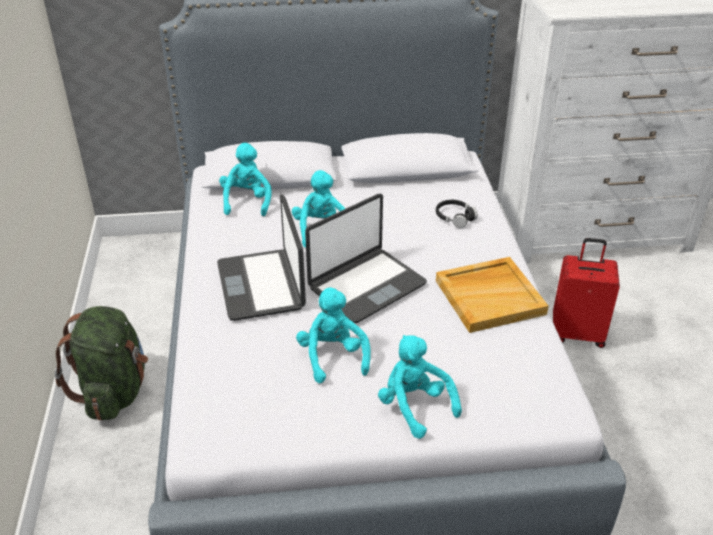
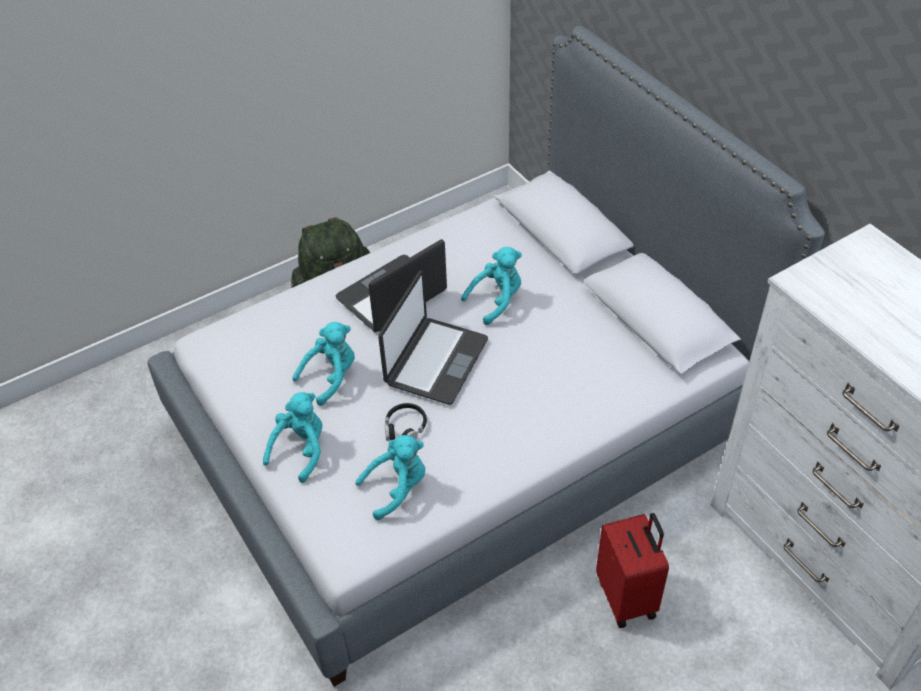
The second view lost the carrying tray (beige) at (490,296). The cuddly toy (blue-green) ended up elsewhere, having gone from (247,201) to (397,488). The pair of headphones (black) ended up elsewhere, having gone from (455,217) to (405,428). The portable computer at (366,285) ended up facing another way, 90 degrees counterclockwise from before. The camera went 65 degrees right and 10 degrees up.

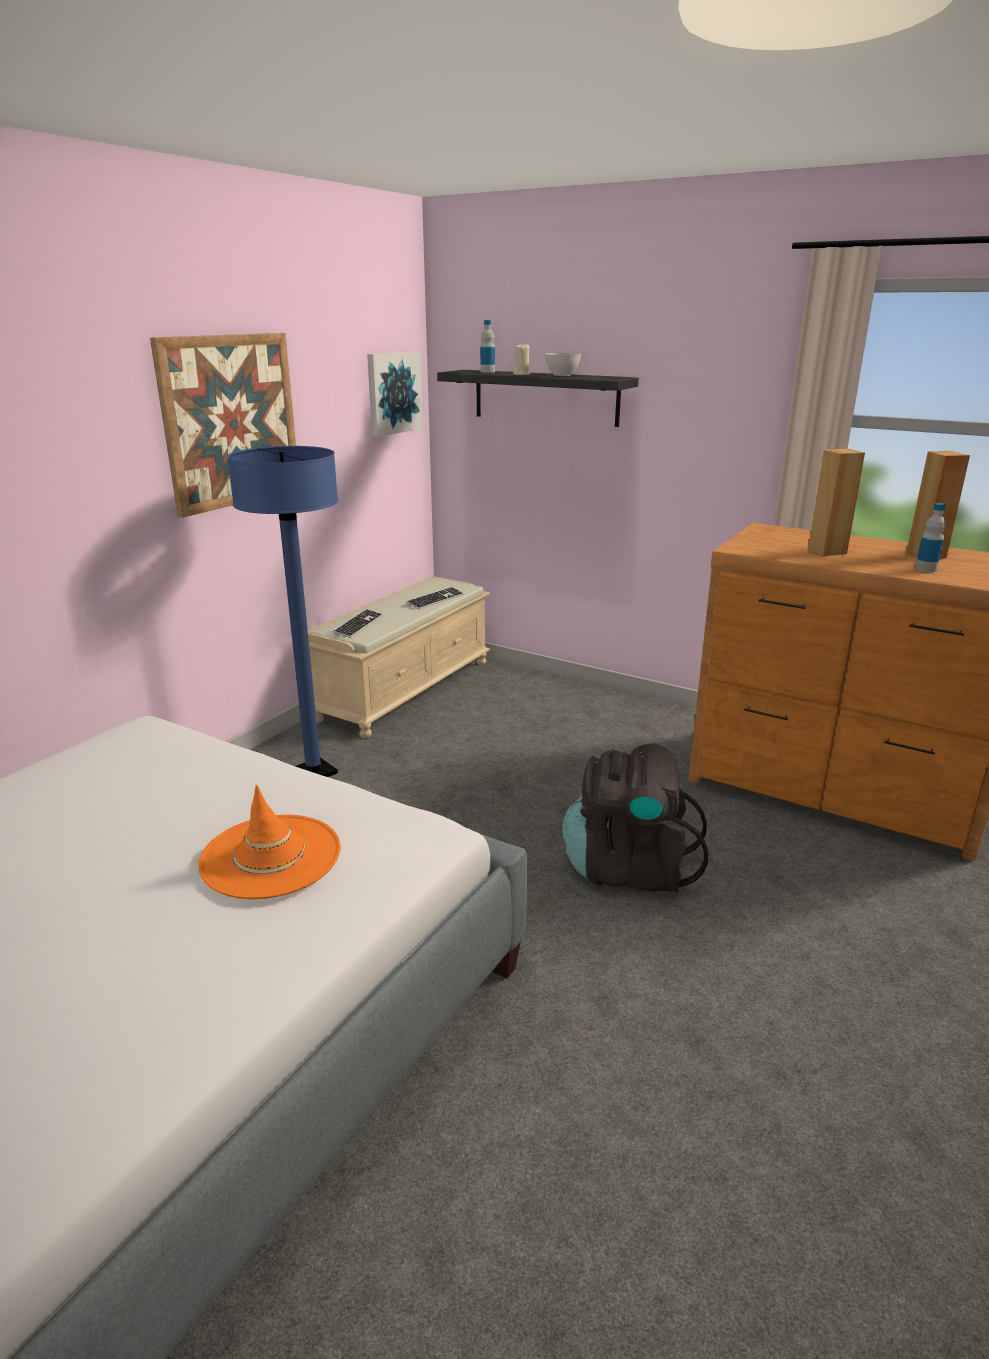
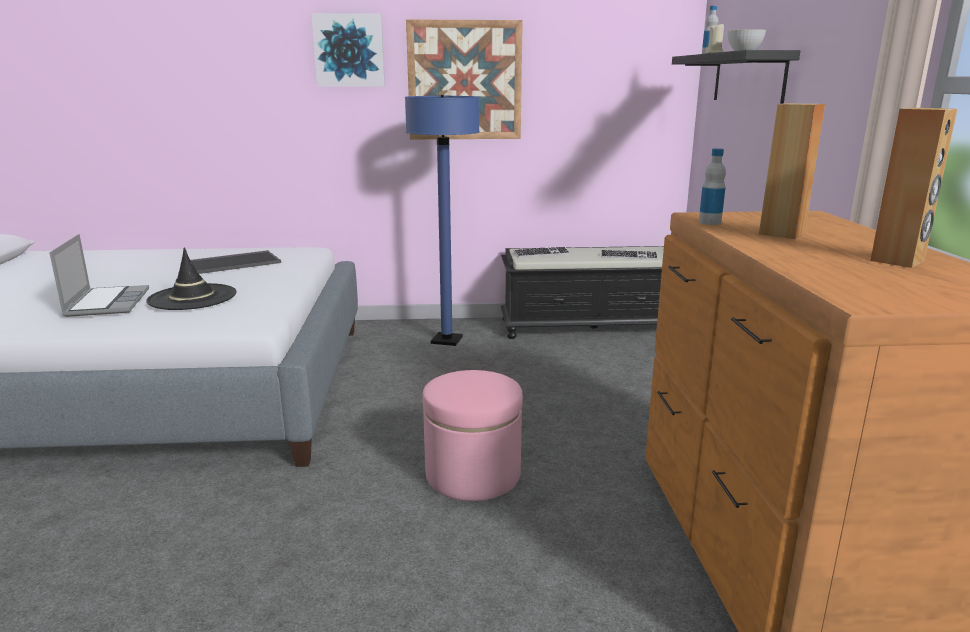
The second view gained the portable computer at (107,302). The second view gained the carrying tray at (234,262). The picture ended up elsewhere, having gone from (393,393) to (349,50). The bottle ended up elsewhere, having gone from (925,569) to (709,222). Where the rucksack (black) stood at (628,868), the pouffe (pinkish) came to stand at (473,474). What was the hat (orange-coloured) at (271,856) turned into the hat (black) at (192,297). What was the bench (beige) at (405,689) turned into the bench (black) at (592,326). The camera went 55 degrees right and 5 degrees down.

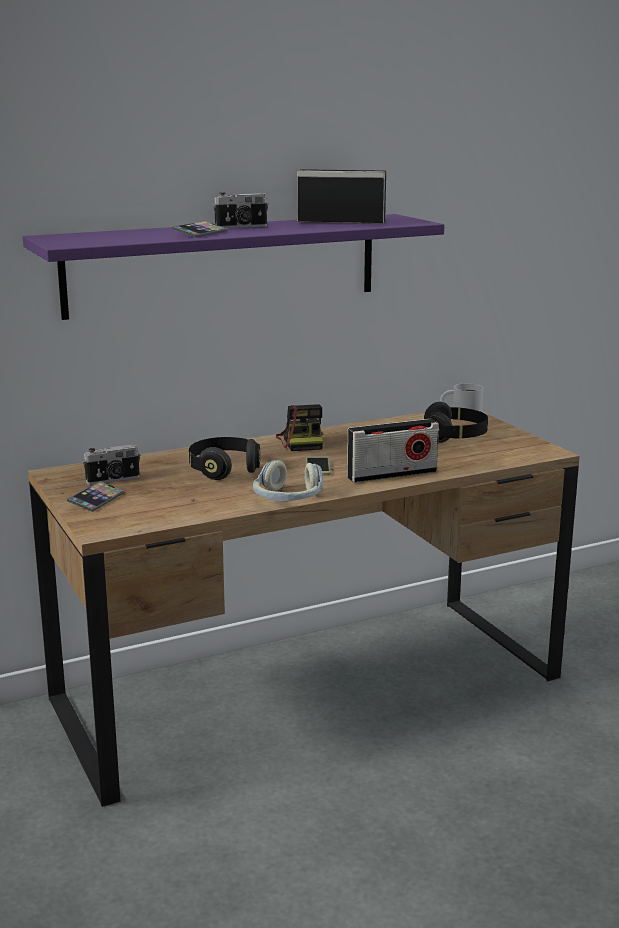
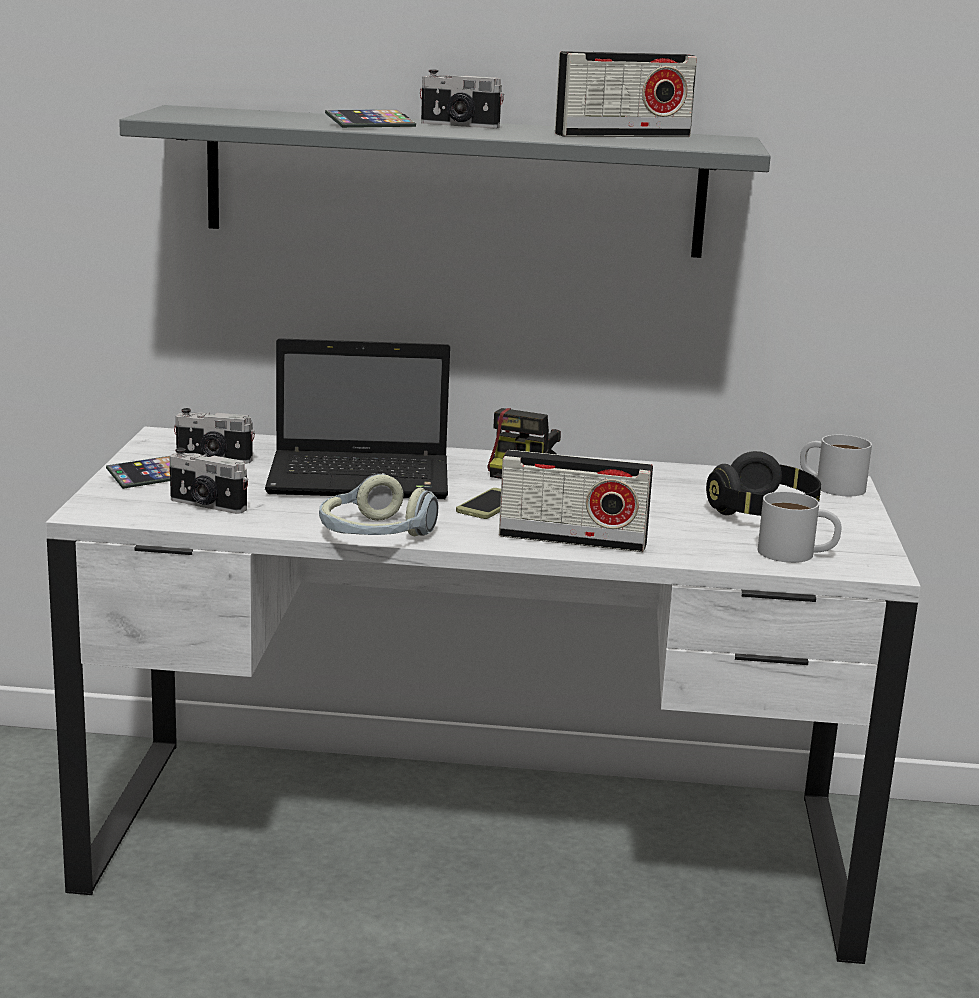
The second view gained the photo camera at (207,505). The second view gained the tea mug (white-coloured) at (797,553). Where the pair of headphones (black) stood at (224,470), the portable computer came to stand at (363,479). What was the bracket shelf (purplish) at (224,264) turned into the bracket shelf (gray) at (454,182). What was the desk (brownish) at (309,689) turned into the desk (white-coloured) at (473,844). The radio set at (341,222) ended up facing another way, 120 degrees clockwise from before. The camera went 30 degrees right and 0 degrees up.

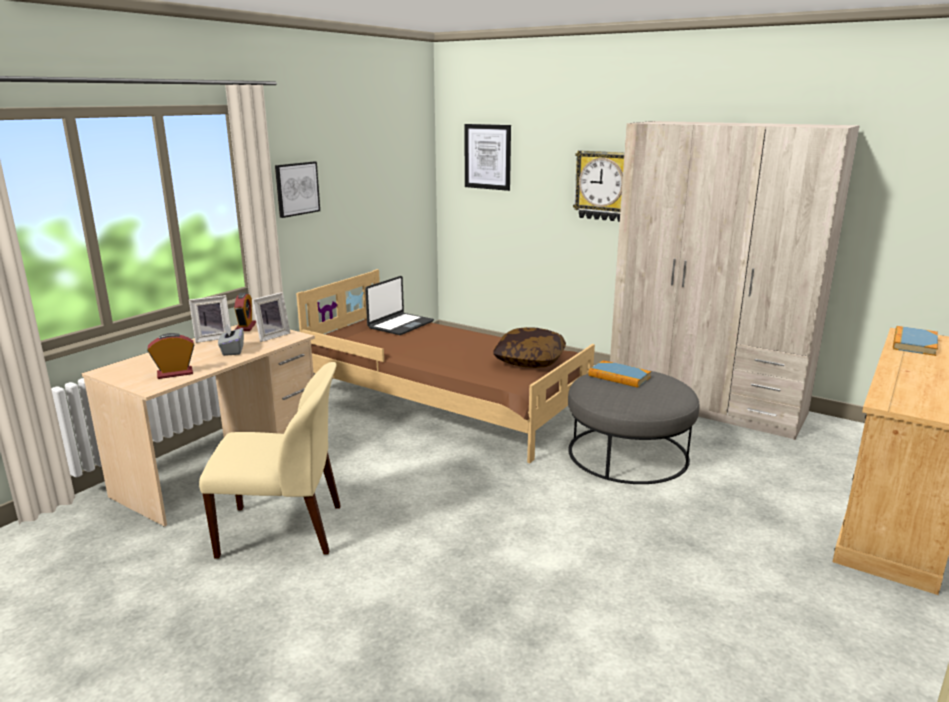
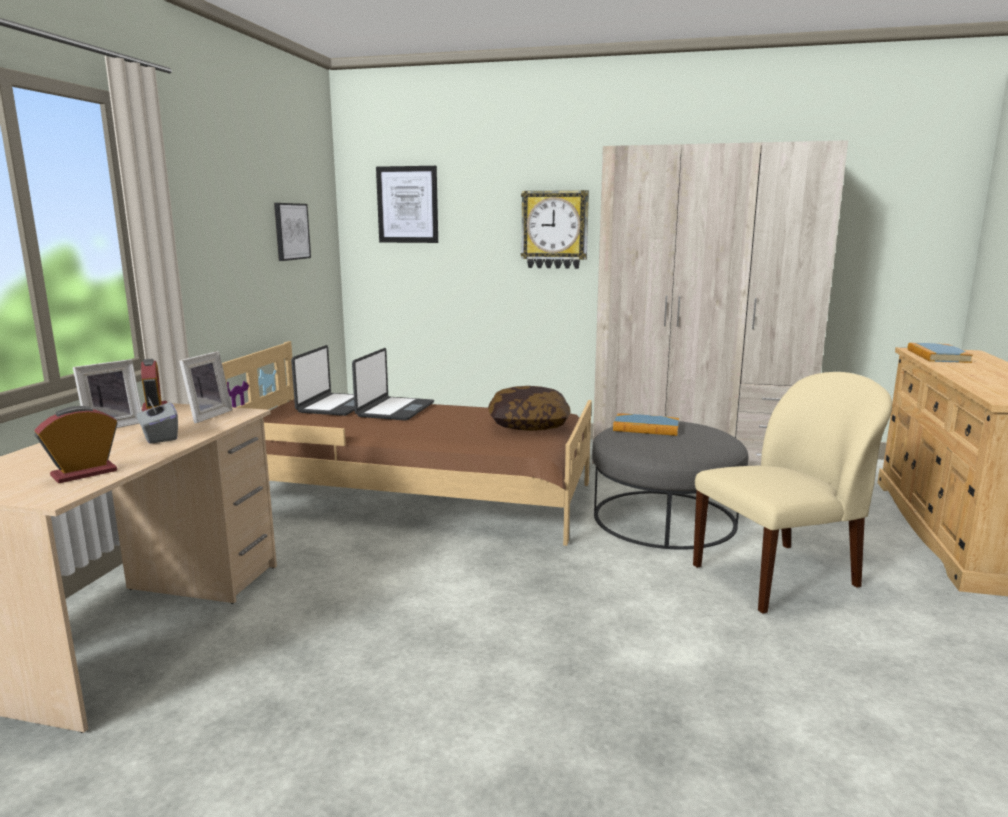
The second view gained the portable computer at (394,410). The upright chair (beige) ended up elsewhere, having gone from (284,530) to (778,576). The picture ended up elsewhere, having gone from (296,189) to (291,231). The camera went 20 degrees left and 5 degrees down.

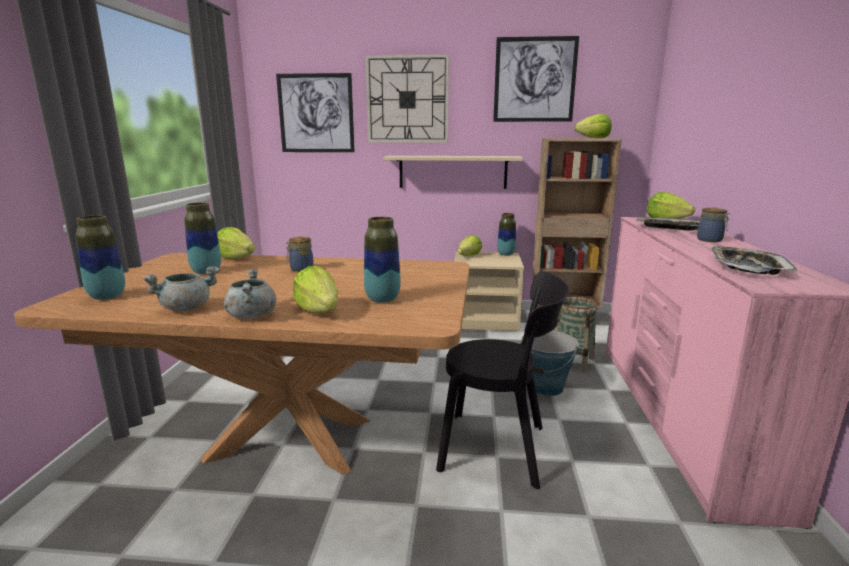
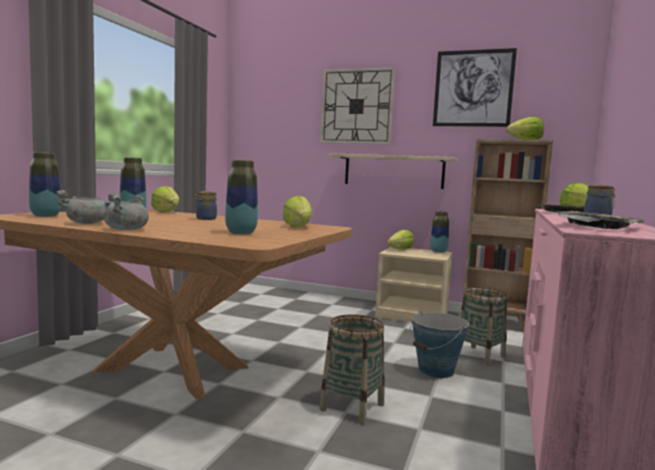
The second view lost the picture at (316,113). The head of lettuce ended up elsewhere, having gone from (319,311) to (298,227). Where the upright chair (black) stood at (499,449), the basket came to stand at (352,407). The camera went 15 degrees right and 10 degrees down.

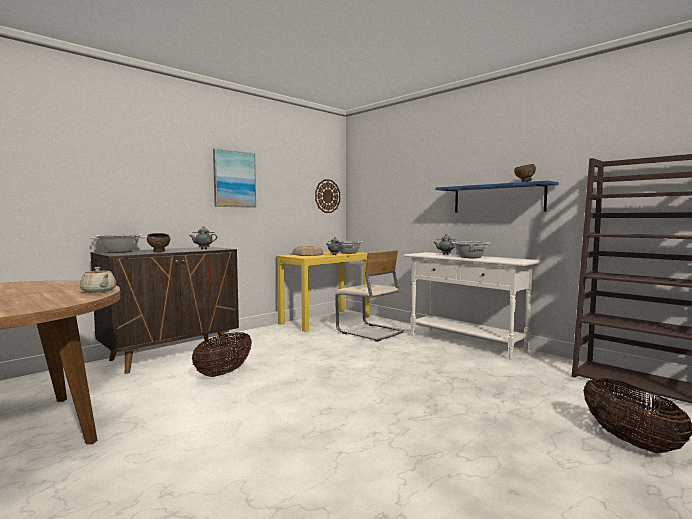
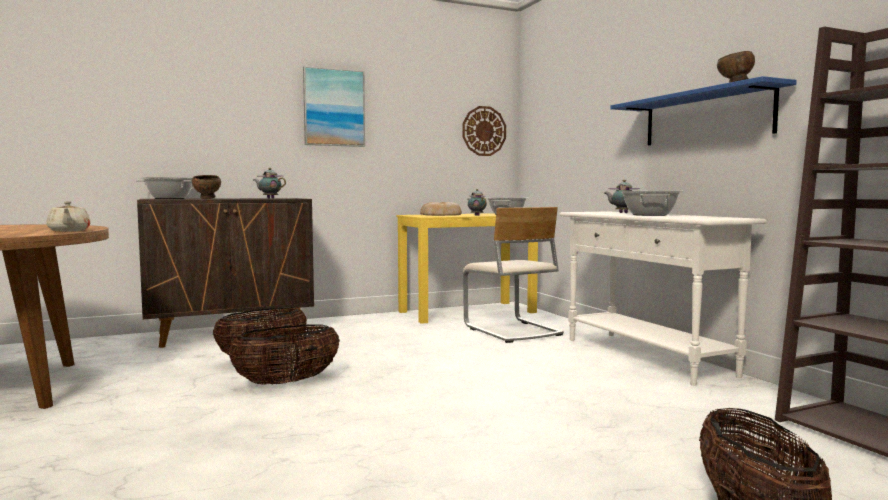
The second view gained the basket at (287,382). The camera went 20 degrees right and 0 degrees up.

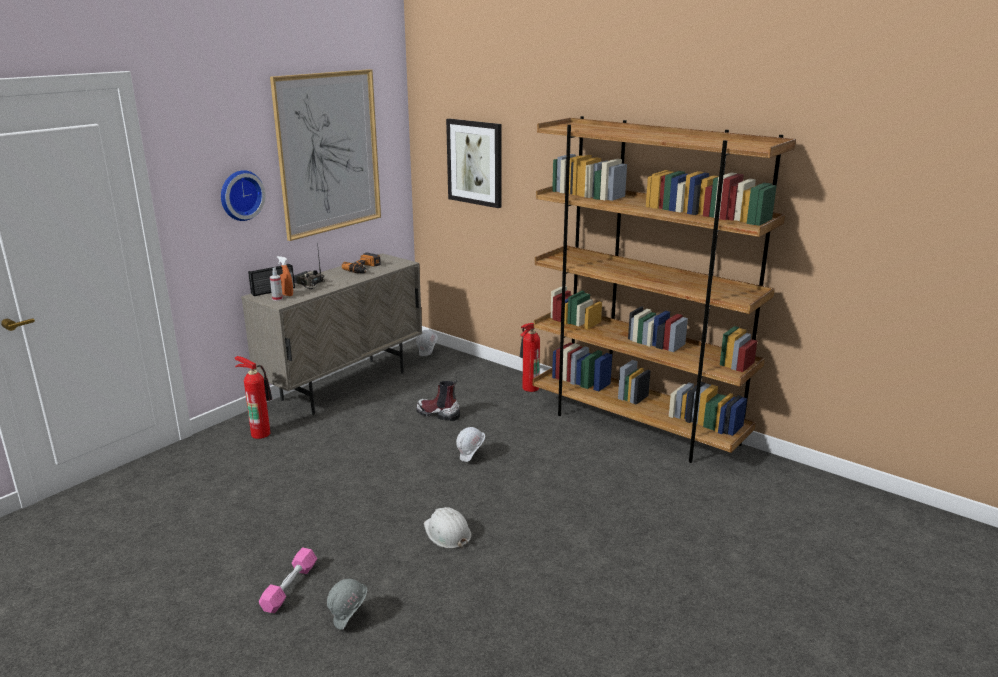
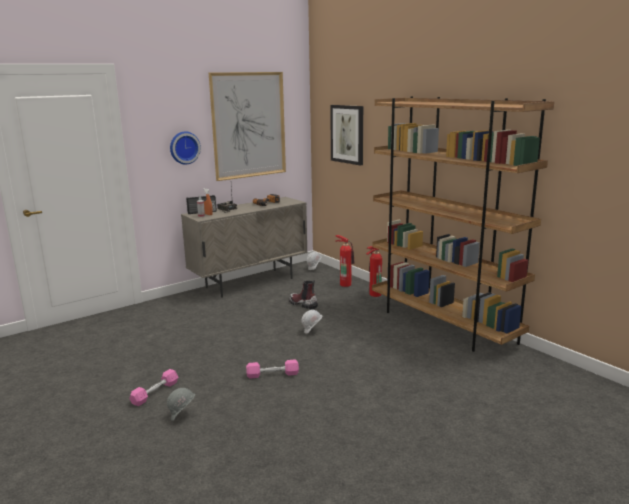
The fire-fighting cylinder ended up elsewhere, having gone from (261,433) to (345,284). Where the safety helmet (white-coloured) stood at (447,533), the dumbbell (pinkish) came to stand at (272,374). The camera went 15 degrees right and 5 degrees down.

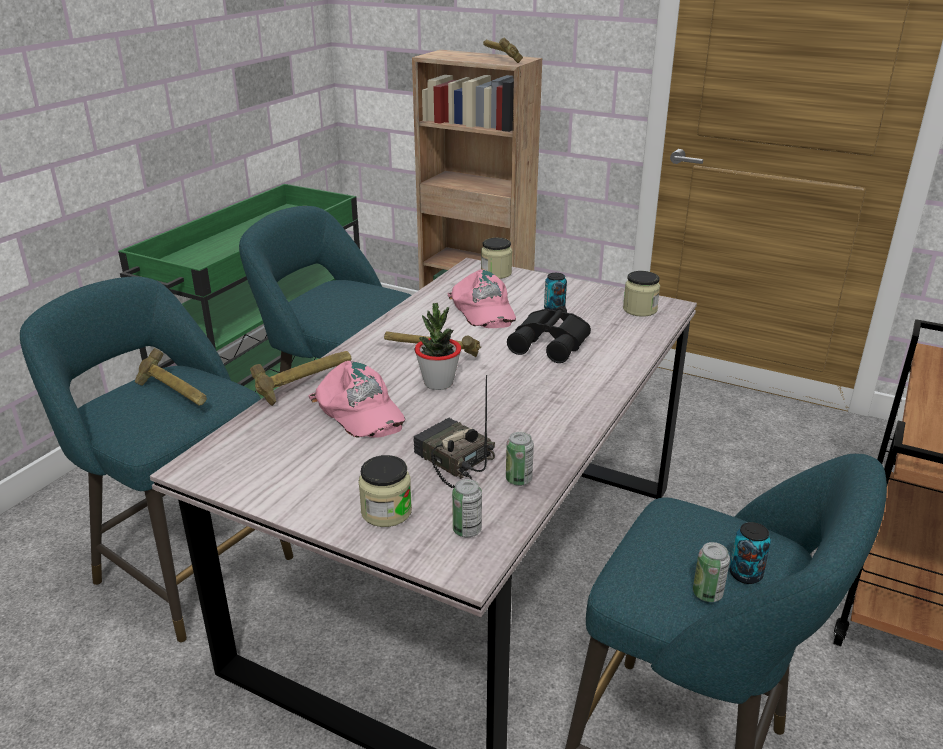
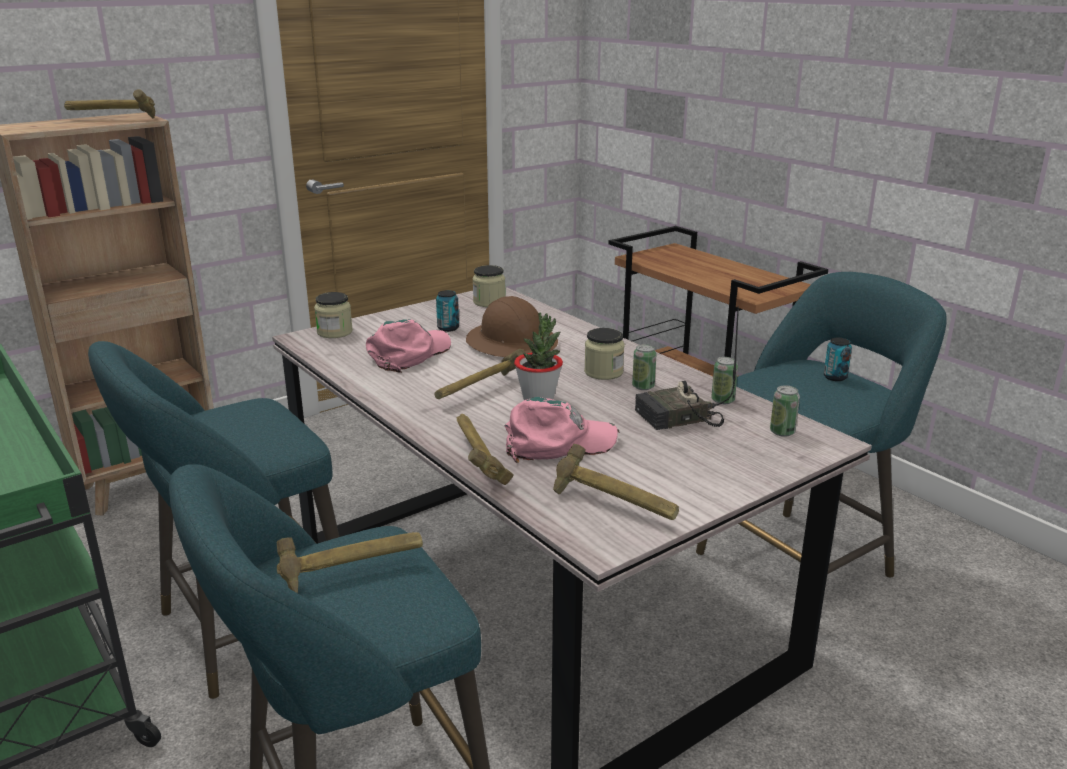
The second view gained the hammer at (614,507). The jar ended up elsewhere, having gone from (386,512) to (603,372). The sealed can ended up elsewhere, having gone from (707,594) to (643,386). Where the field glasses (black) stood at (552,343), the safety helmet (brownish) came to stand at (512,343). The baseball cap (pinkish) at (482,309) ended up facing another way, 60 degrees counterclockwise from before. The camera went 65 degrees left and 5 degrees down.

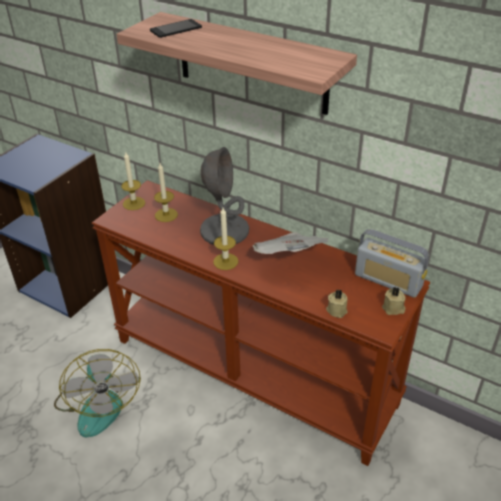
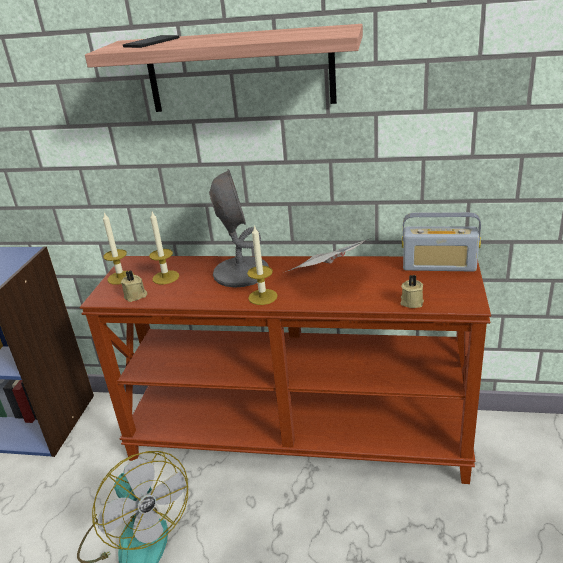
The wax candle (beige) ended up elsewhere, having gone from (393,309) to (136,296). The camera went 20 degrees left and 10 degrees down.

